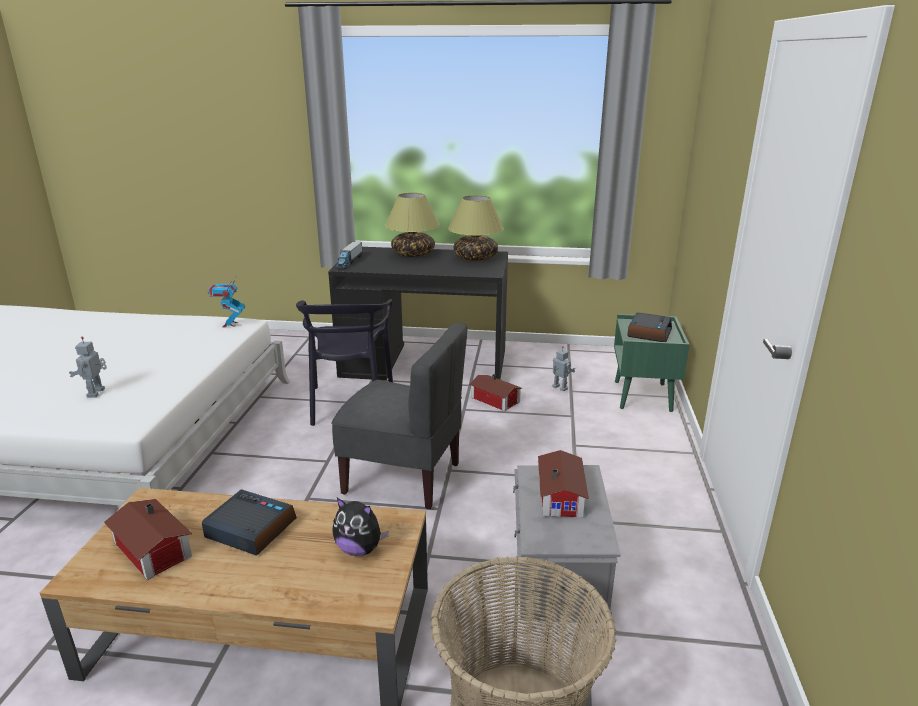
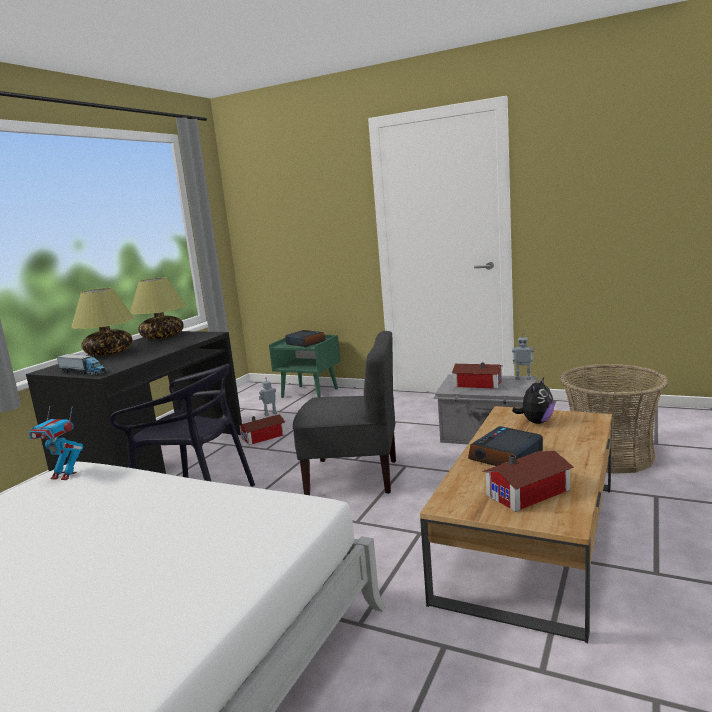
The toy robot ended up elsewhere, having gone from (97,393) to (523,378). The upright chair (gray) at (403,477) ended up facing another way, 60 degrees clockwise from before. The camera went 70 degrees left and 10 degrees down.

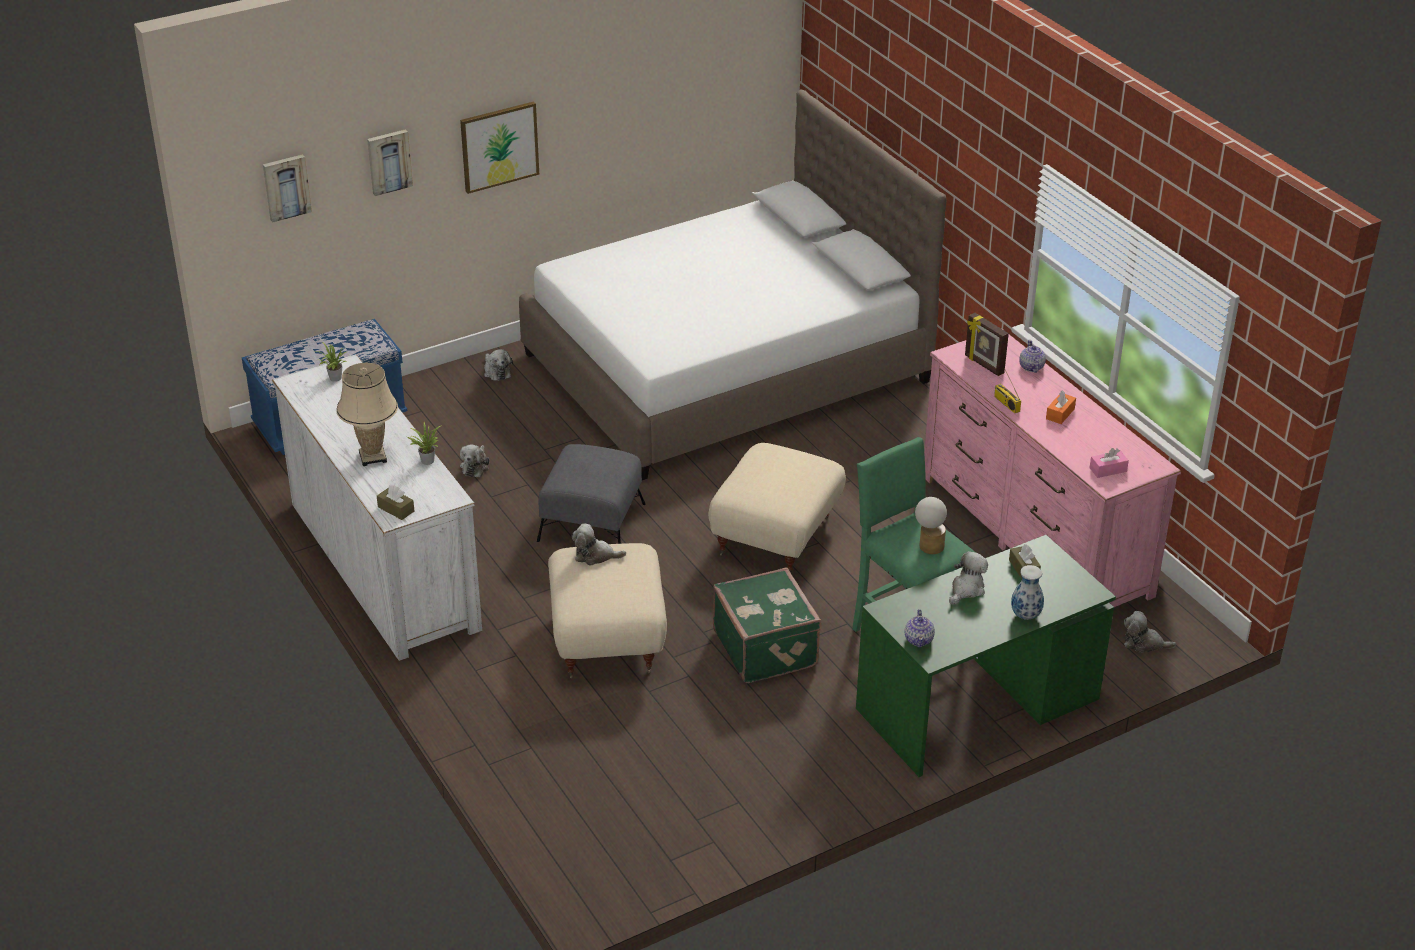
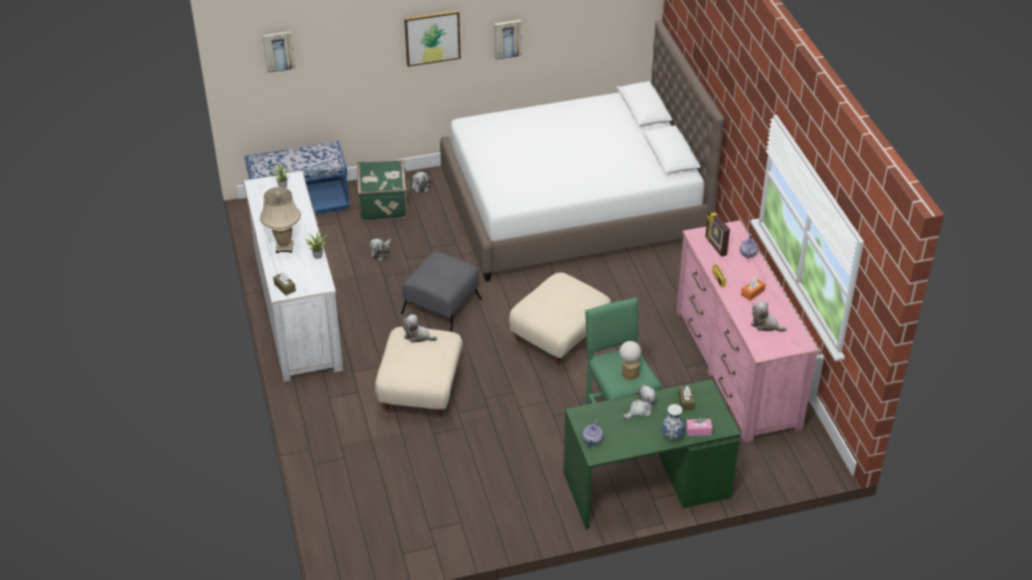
The picture ended up elsewhere, having gone from (389,161) to (507,38). The travel case (greenish) ended up elsewhere, having gone from (766,648) to (384,204). The tissue box (pinkish) ended up elsewhere, having gone from (1108,470) to (698,431). The cuddly toy ended up elsewhere, having gone from (1144,643) to (765,325). The camera went 15 degrees right and 5 degrees up.

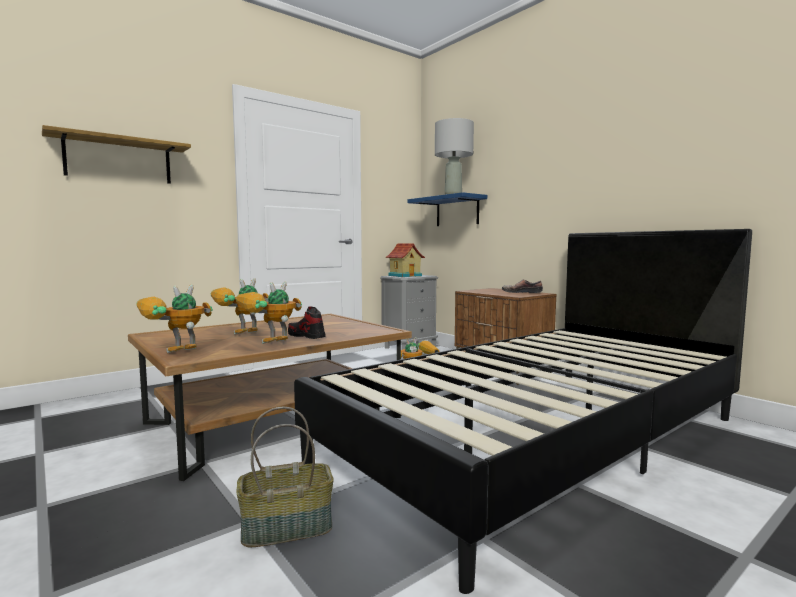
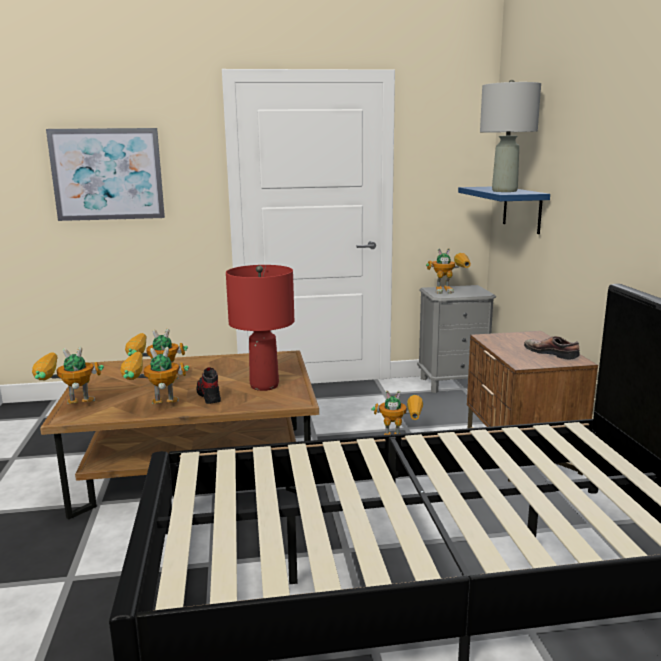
The second view lost the basket at (287,527). The second view gained the lamp for a table (red) at (264,386). Where the bracket shelf hung at (119,160), the picture came to hang at (107,174). Where the toy house stood at (405,276), the toy robot came to stand at (450,291). The camera went 30 degrees right and 10 degrees up.

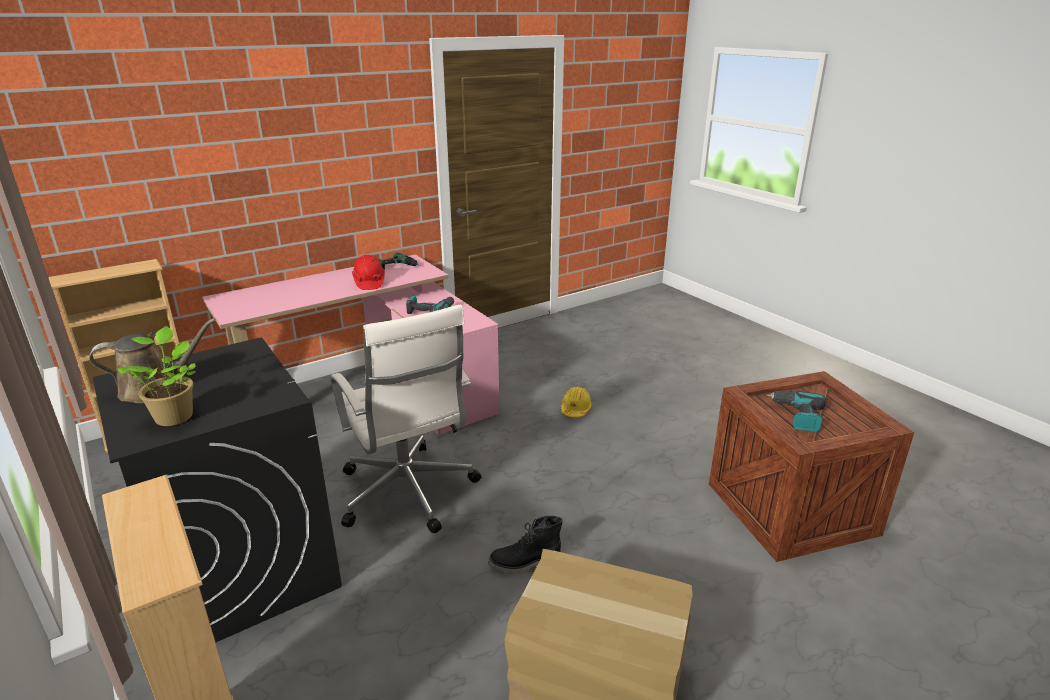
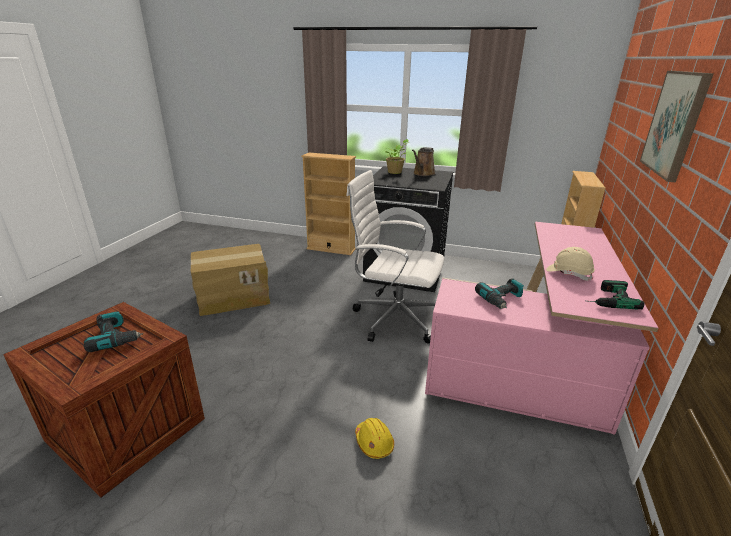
The second view lost the high-top boot (black) at (525,564). The second view gained the picture at (675,124). What was the safety helmet (red) at (369,282) turned into the safety helmet (beige) at (568,273). The camera went 140 degrees right and 0 degrees up.

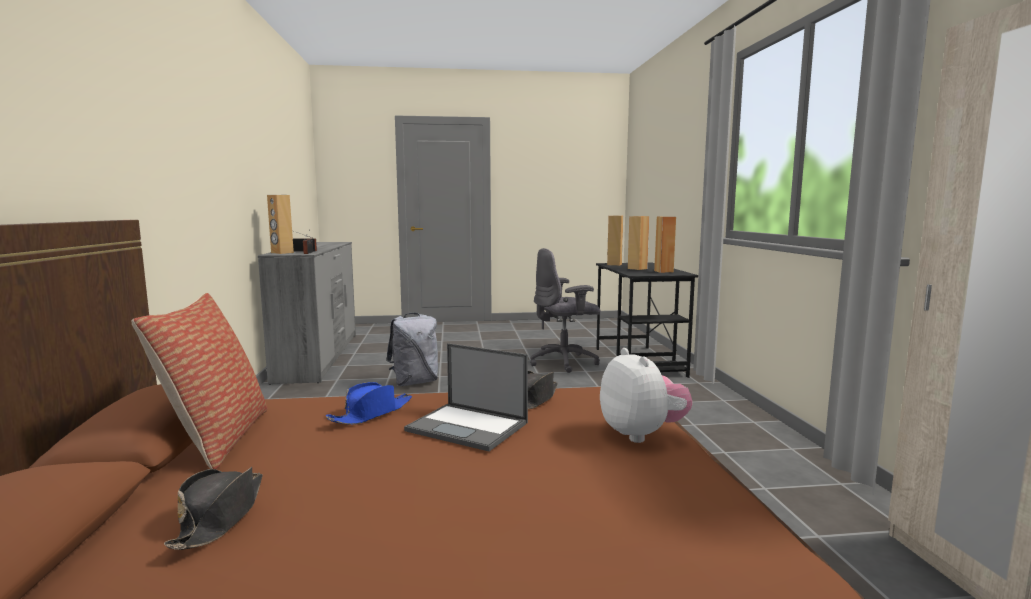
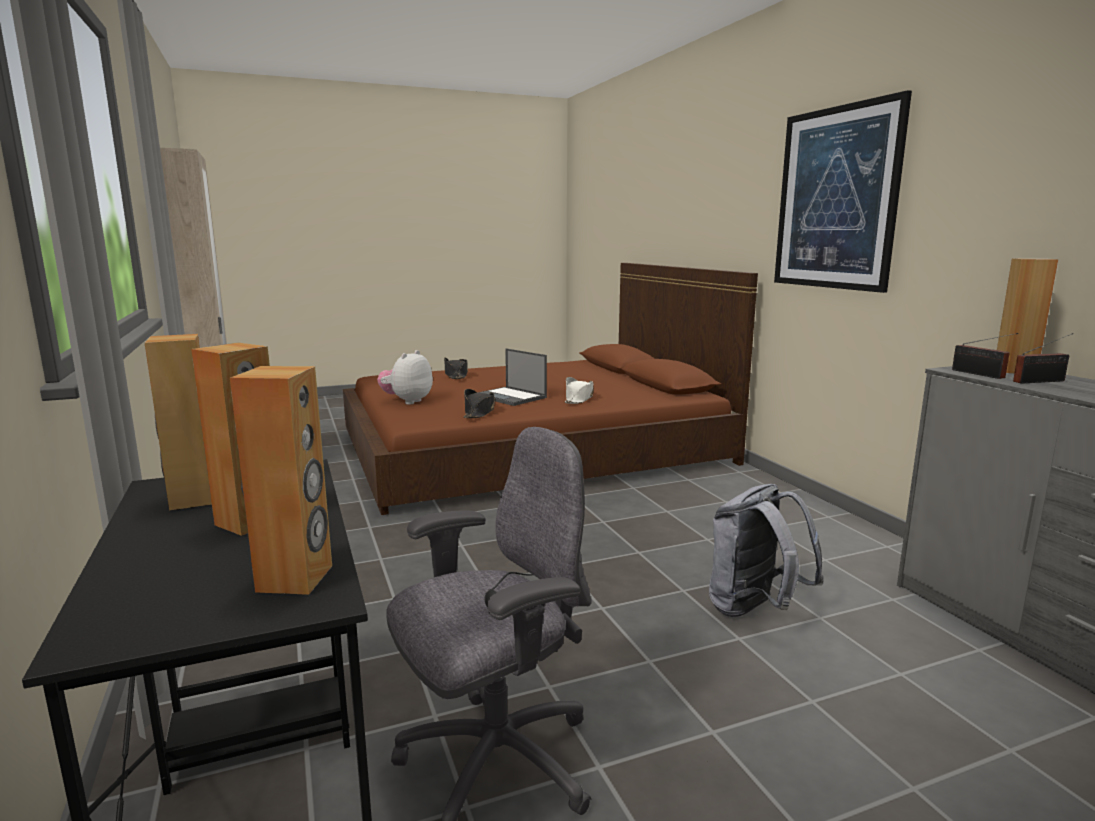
The second view lost the pillow at (217,438). The second view gained the picture at (836,199). The hat (black) ended up elsewhere, having gone from (220,516) to (456,375). What was the hat (bluish) at (372,413) turned into the hat (white-coloured) at (579,399). The portable computer at (469,427) ended up facing another way, 150 degrees counterclockwise from before. The cuddly toy at (642,434) ended up facing another way, 60 degrees clockwise from before. The camera went 165 degrees right and 5 degrees up.

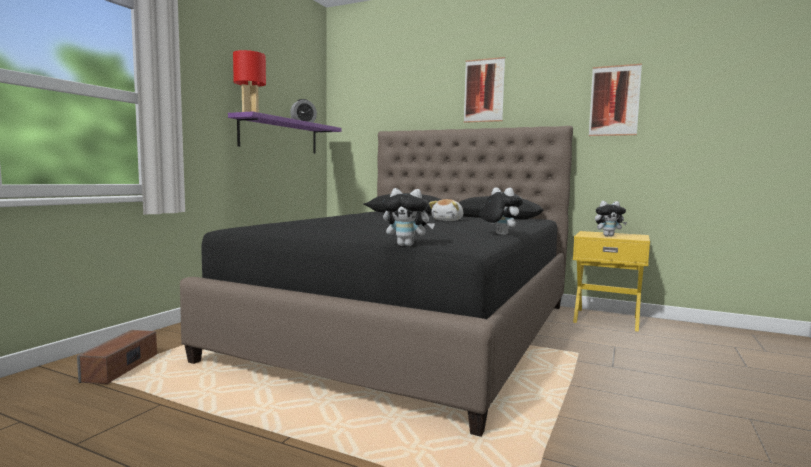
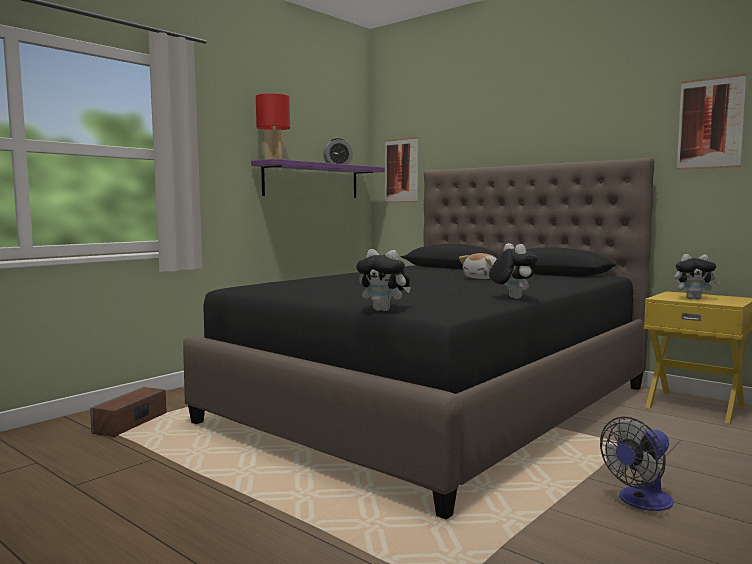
The second view gained the electric fan at (640,501). The picture ended up elsewhere, having gone from (484,90) to (401,170). The camera went 15 degrees right and 0 degrees up.

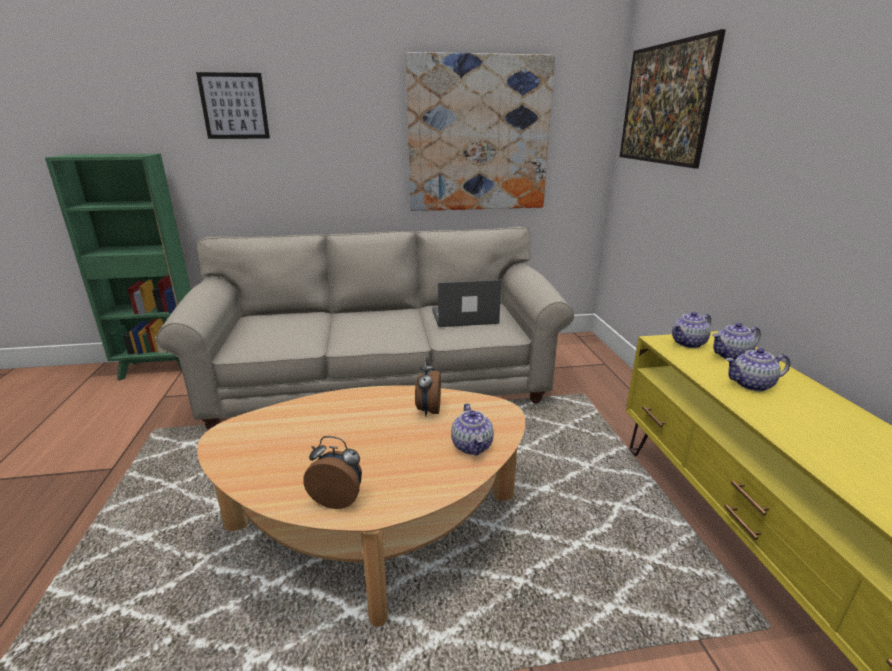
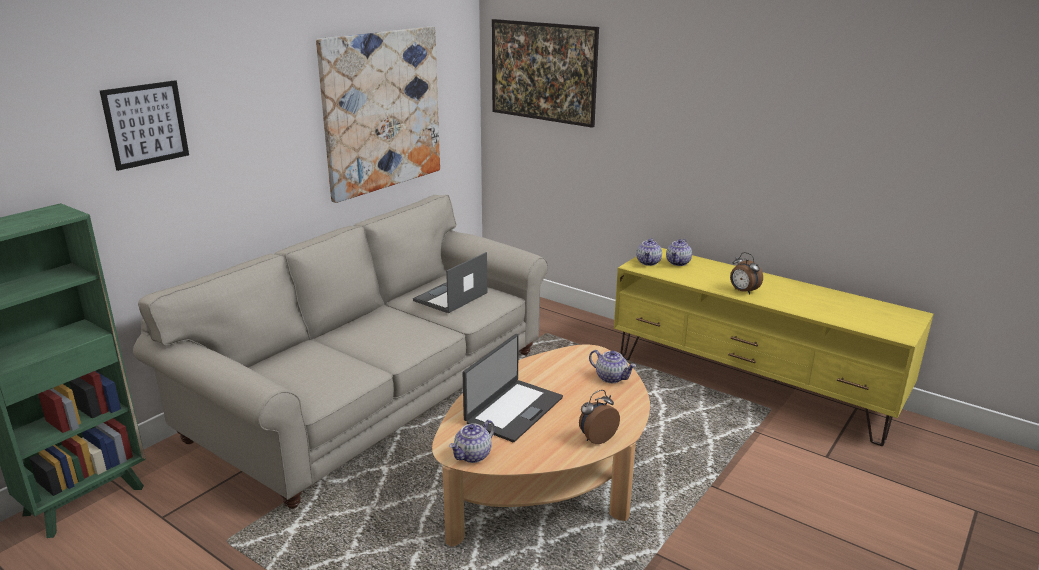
The second view gained the portable computer at (513,410). The alarm clock ended up elsewhere, having gone from (428,410) to (743,291). The teapot ended up elsewhere, having gone from (751,385) to (473,455). The camera went 45 degrees left and 0 degrees up.

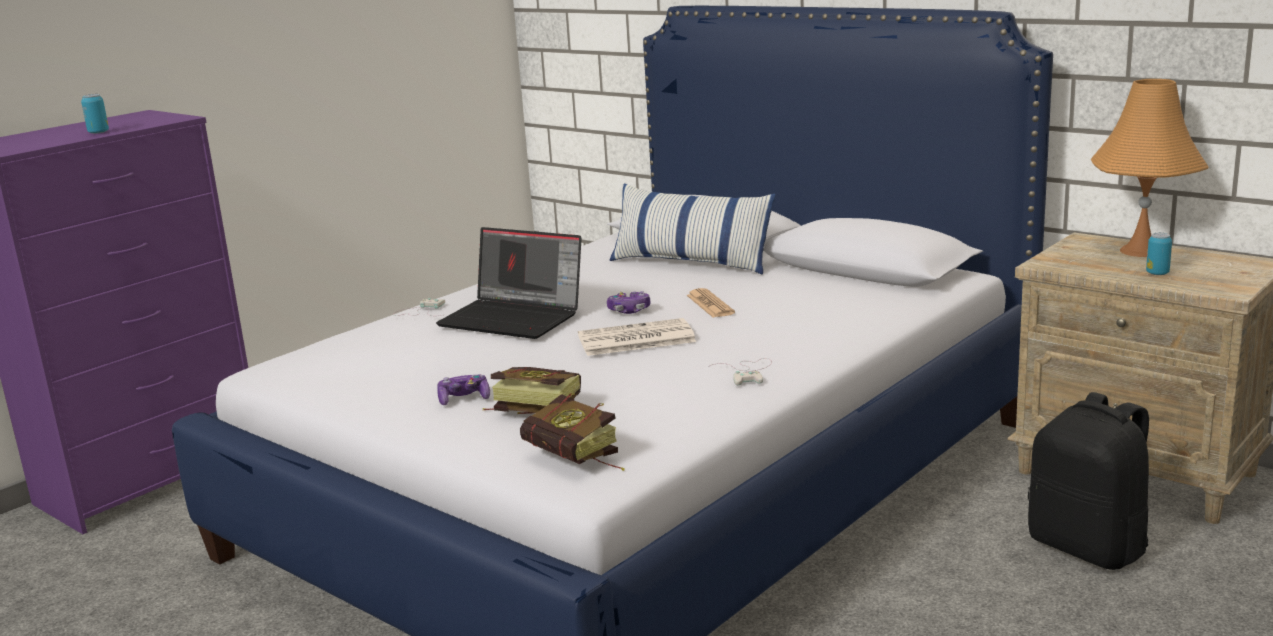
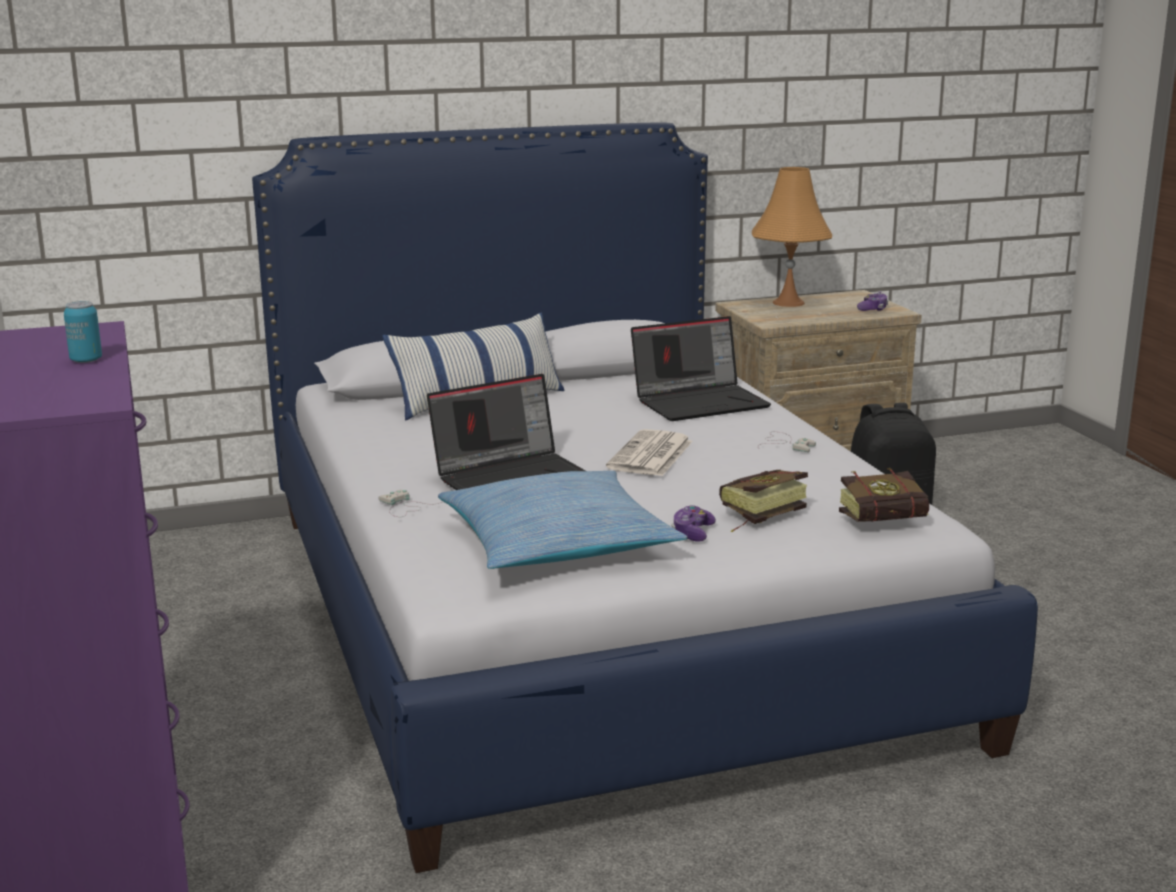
The second view lost the printed paper at (710,304). The second view lost the sealed can at (1157,273). The second view gained the pillow at (557,543). The second view gained the portable computer at (701,402). The joypad ended up elsewhere, having gone from (629,310) to (873,309). The camera went 60 degrees left and 0 degrees up.

